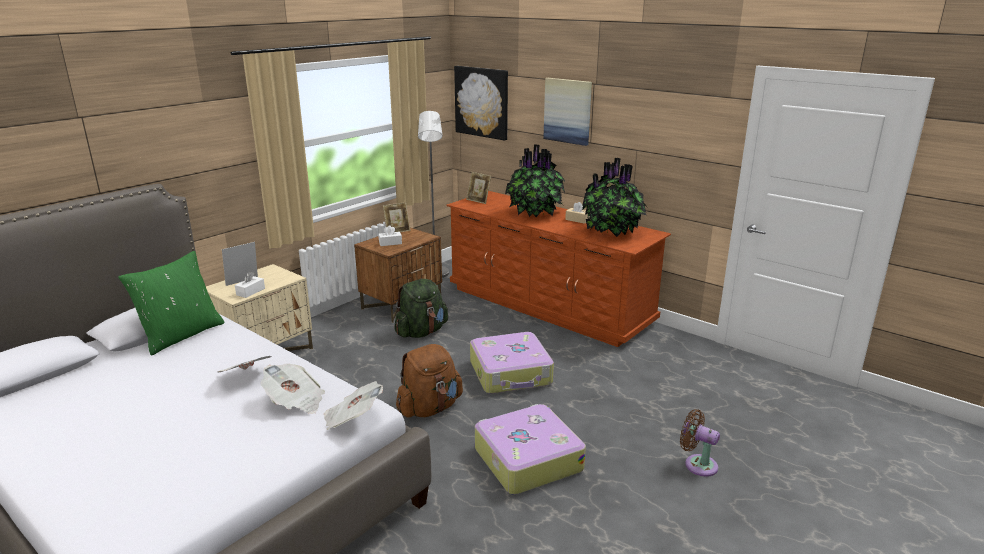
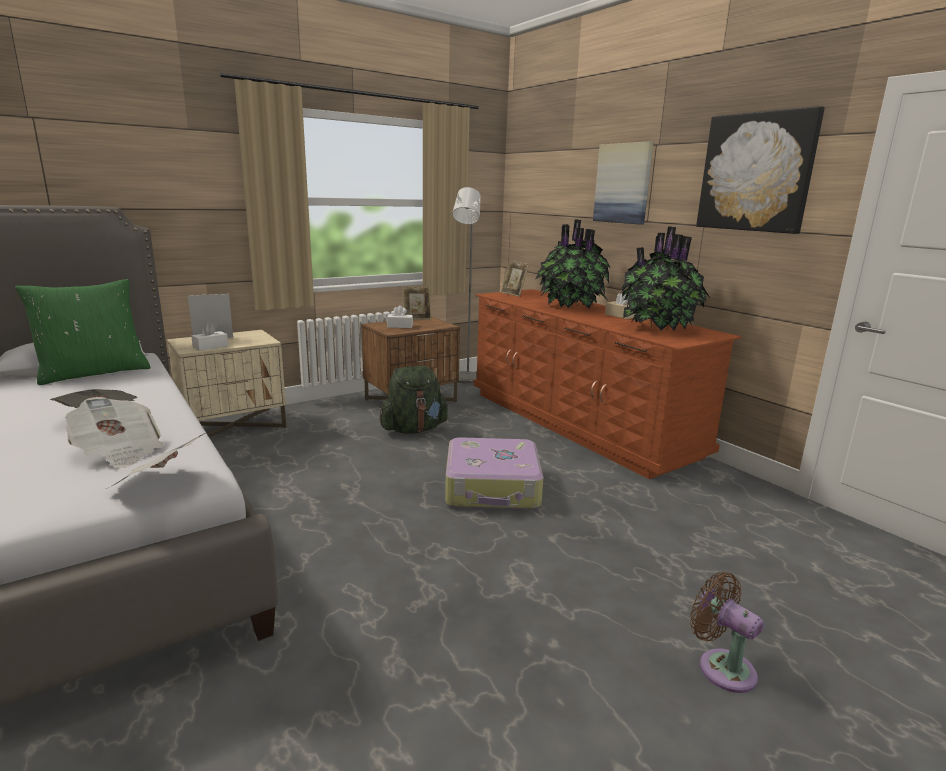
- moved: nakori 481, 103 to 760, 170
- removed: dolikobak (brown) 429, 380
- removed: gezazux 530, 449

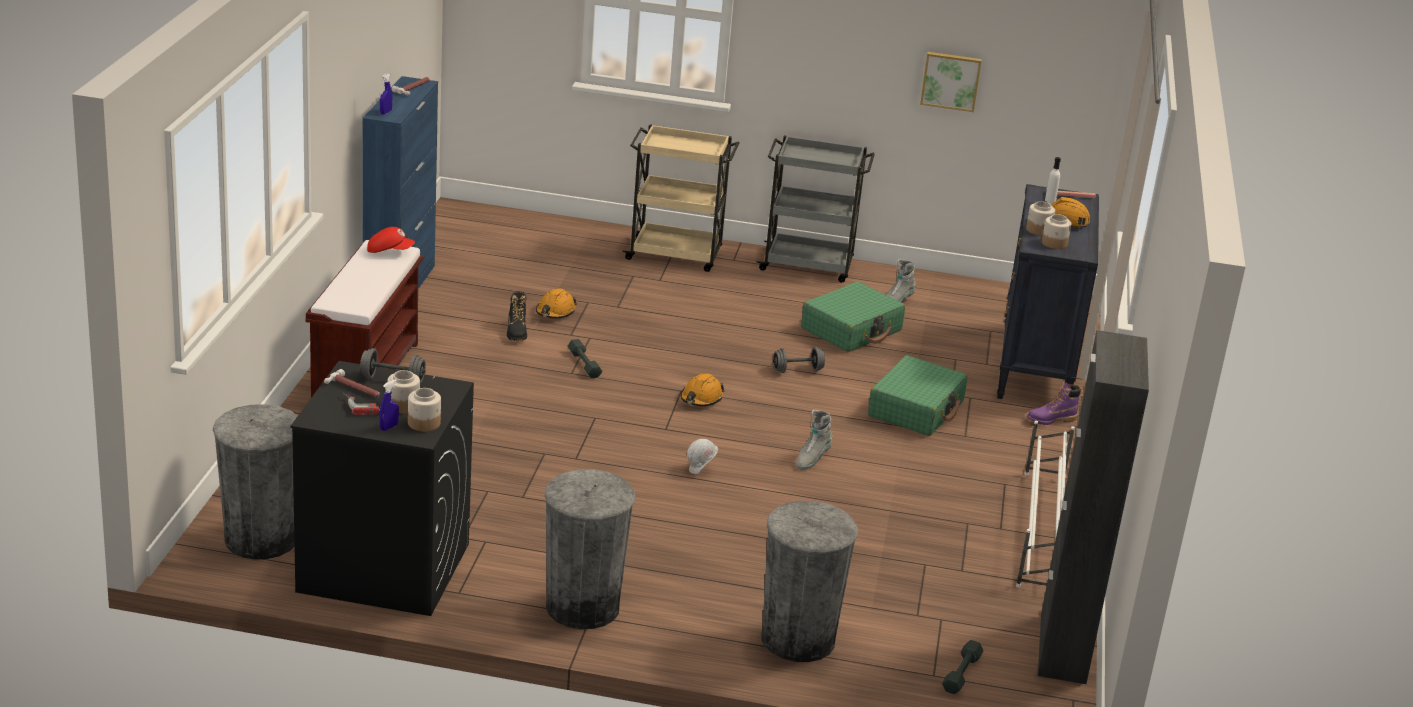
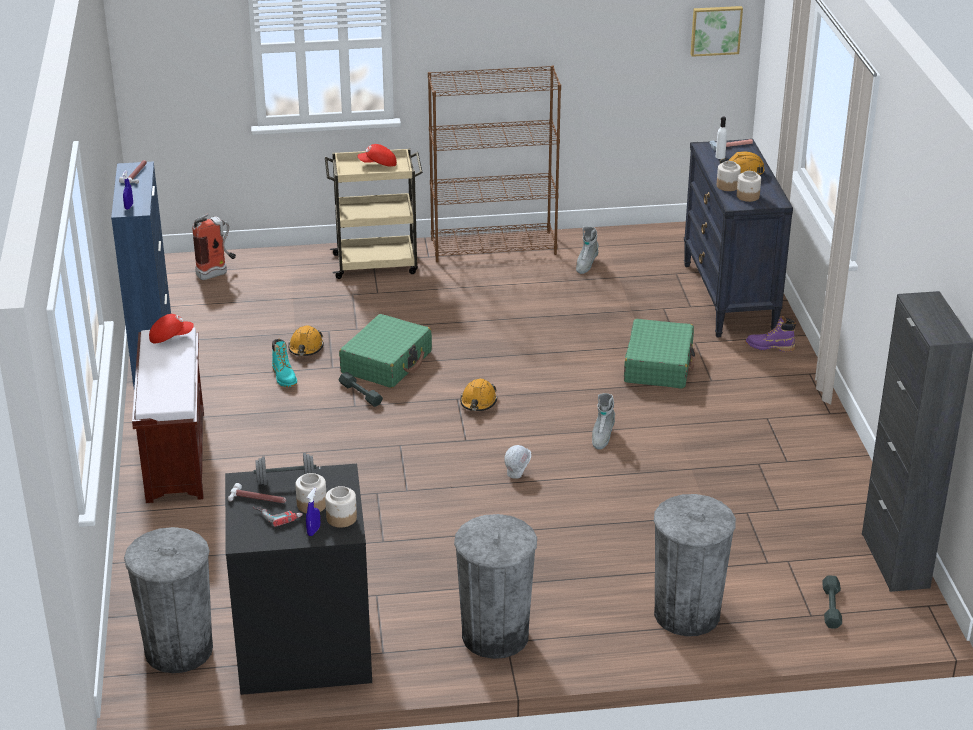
- moved: nakori 951, 82 to 717, 31
- replaced: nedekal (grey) 815, 209 to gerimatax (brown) 494, 163
- moved: gezazux (green) 853, 317 to 385, 351
- recoloured: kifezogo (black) 517, 316 to kifezogo (turquoise) 284, 363
- removed: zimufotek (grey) 799, 360
- turned: kifezogo (purple) 1054, 403 = 770, 334 45 degrees clockwise
- removed: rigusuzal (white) 1045, 504
- added: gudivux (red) 377, 155
- added: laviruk 214, 247

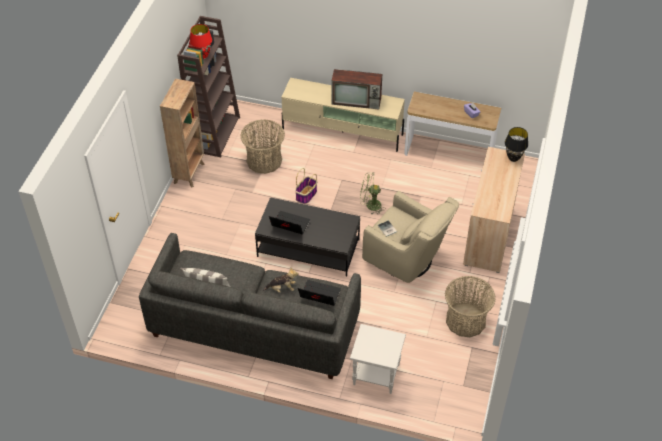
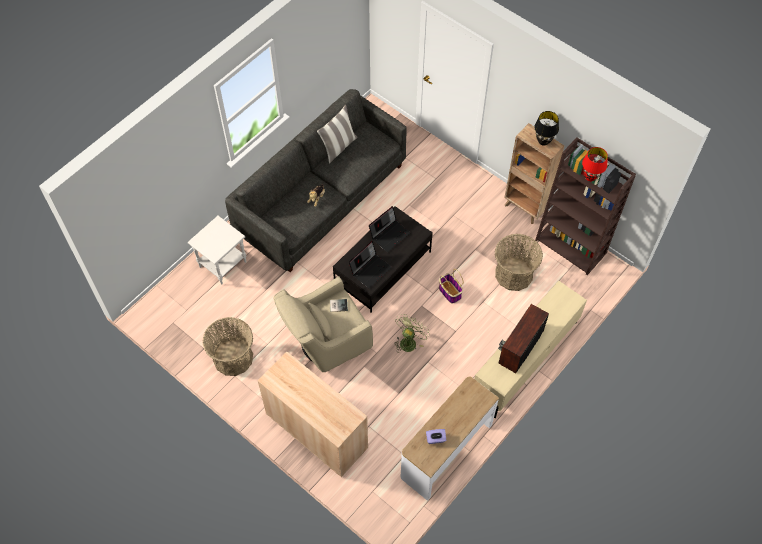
- moved: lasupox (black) 516, 144 to 546, 128
- moved: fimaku 319, 293 to 370, 264

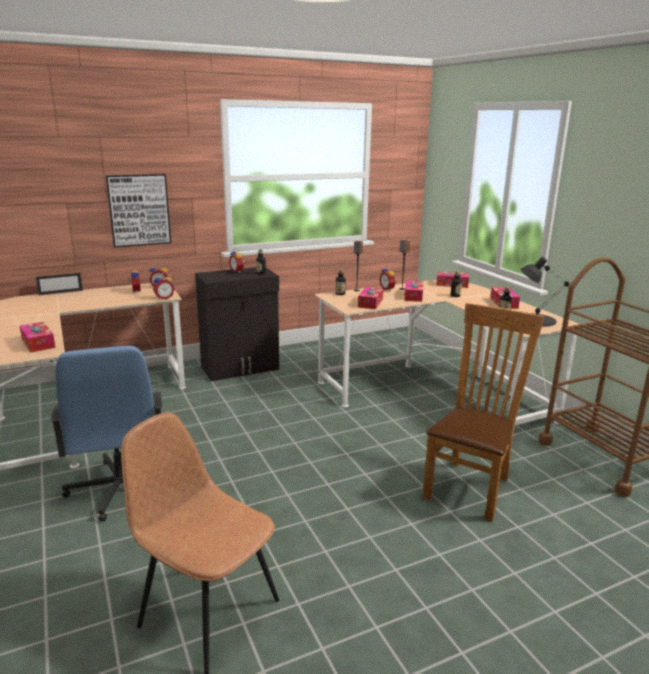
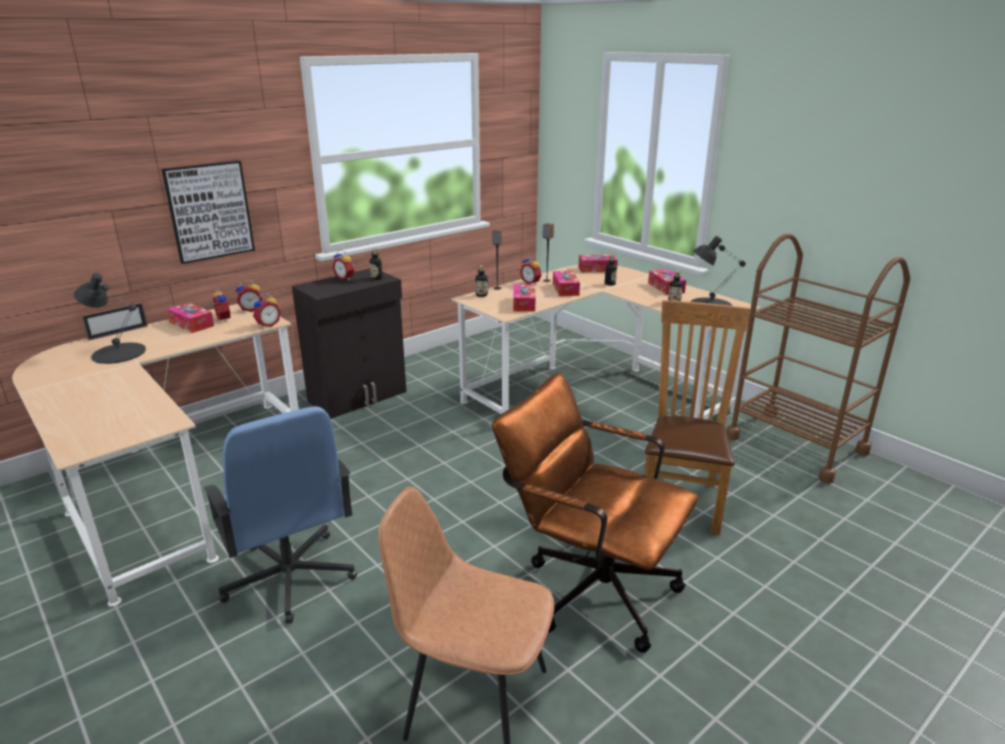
- moved: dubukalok 37, 337 to 190, 318
- added: lasupox (black) 110, 318
- added: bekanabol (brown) 595, 512

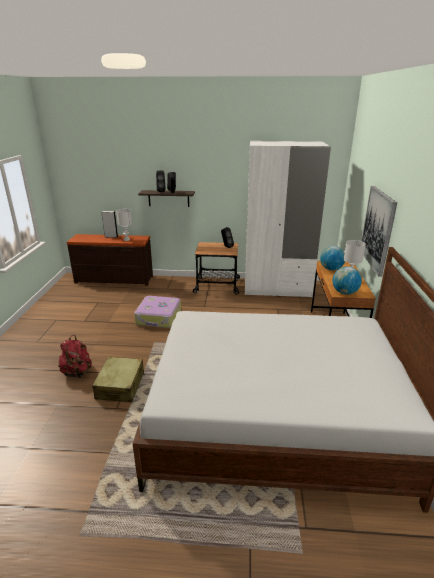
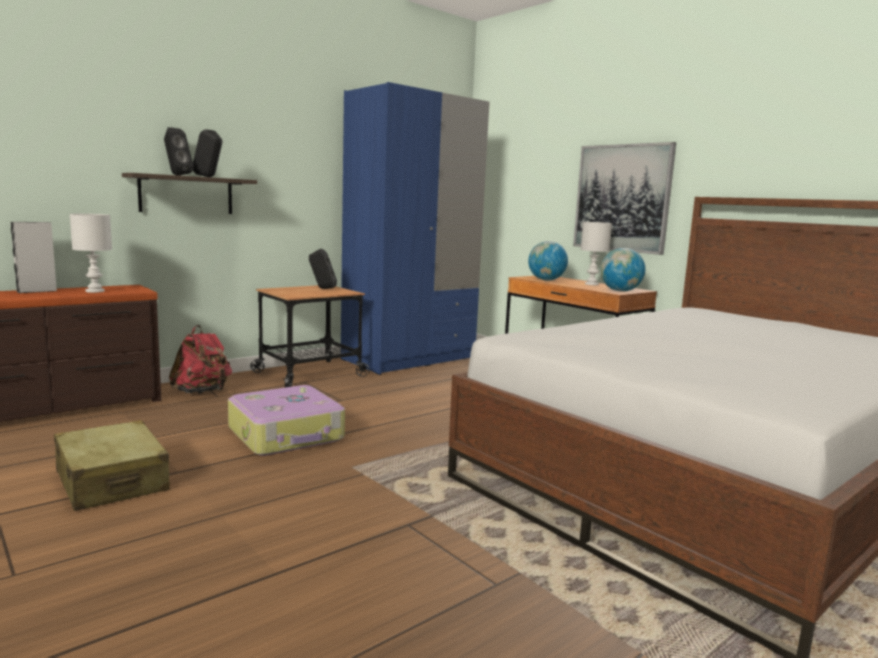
- recoloured: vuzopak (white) 288, 219 to vuzopak (blue) 415, 228
- moved: dolikobak (red) 75, 356 to 200, 359
- moved: gezazux (beige) 118, 379 to 112, 465

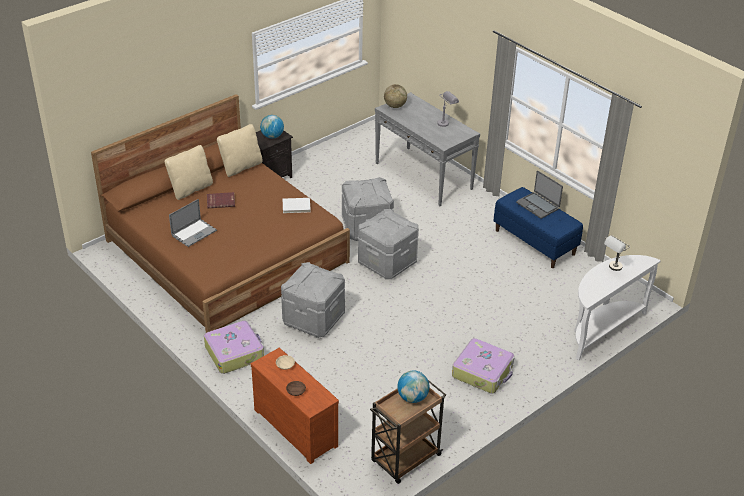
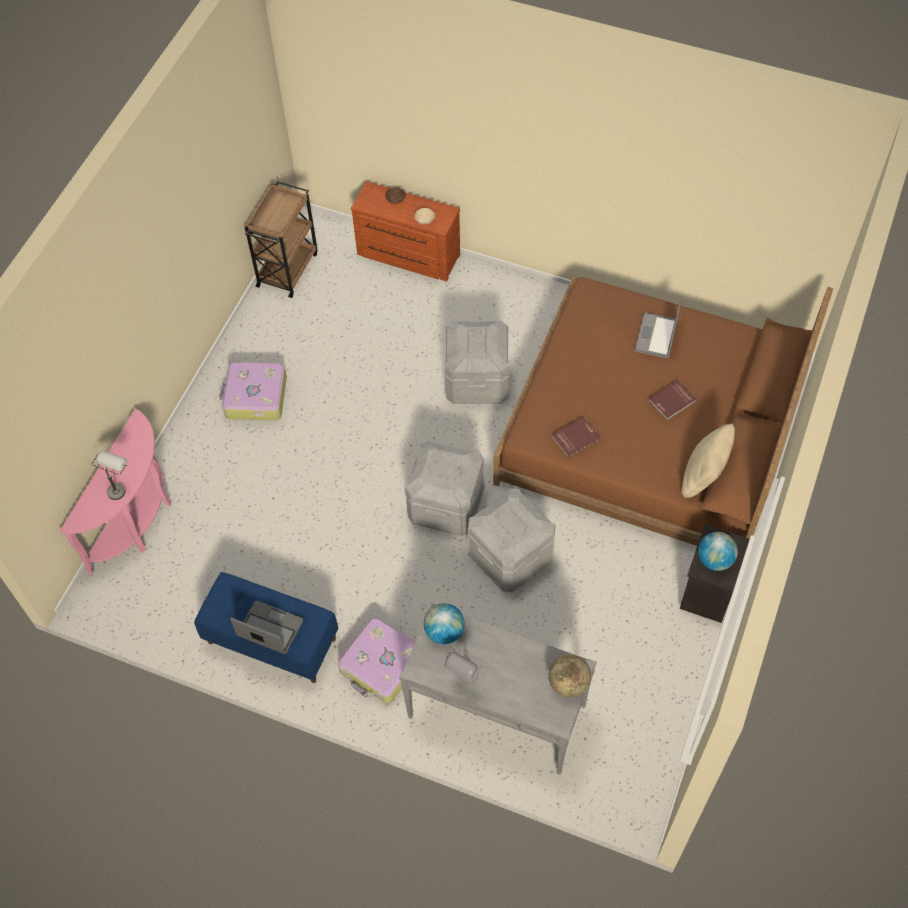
- removed: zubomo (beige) 189, 172
- recoloured: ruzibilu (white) 297, 205 to ruzibilu (red) 576, 437
- recoloured: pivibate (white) 617, 307 to pivibate (pink) 115, 491
- moved: gezazux 234, 347 to 377, 660
- moved: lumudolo 413, 387 to 444, 623

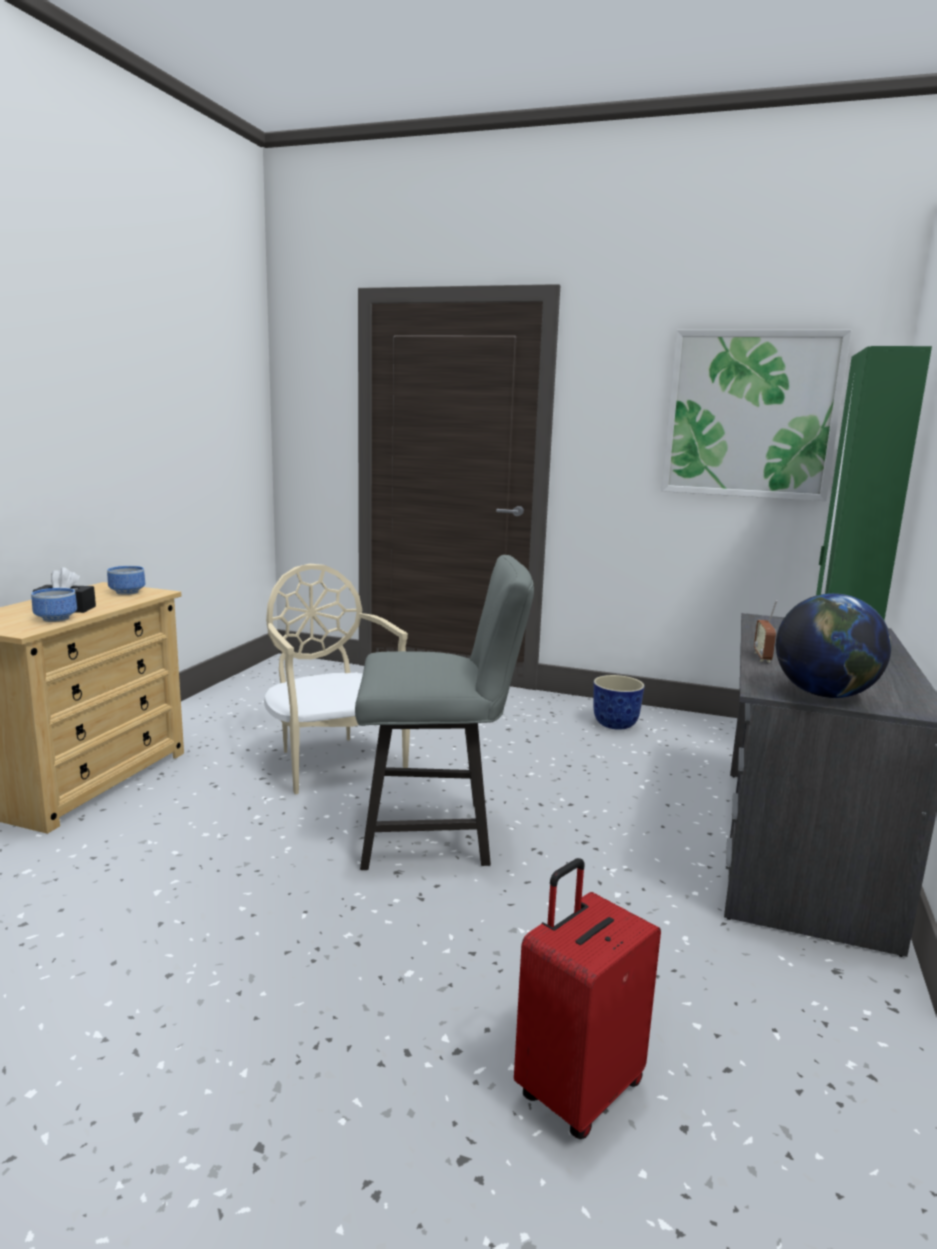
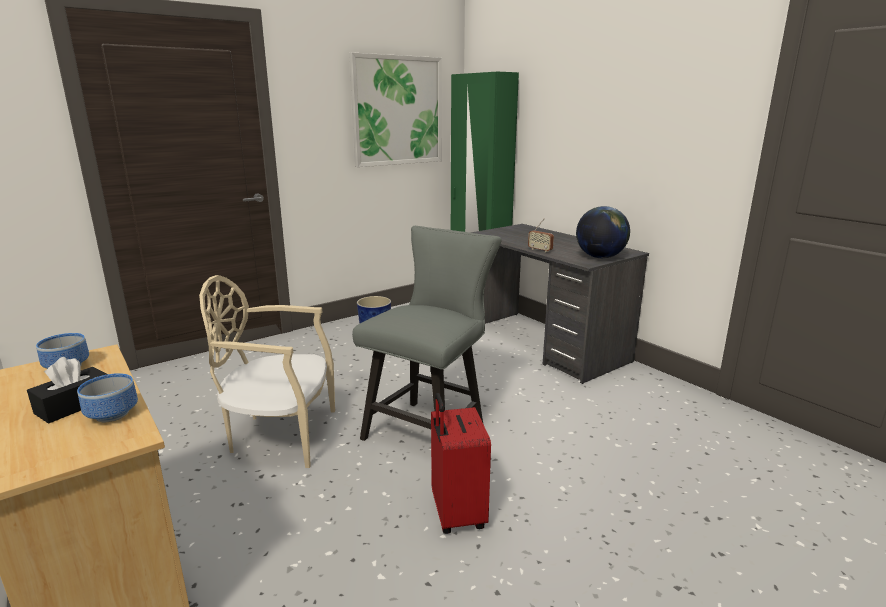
- moved: gezazux (red) 587, 998 to 461, 463

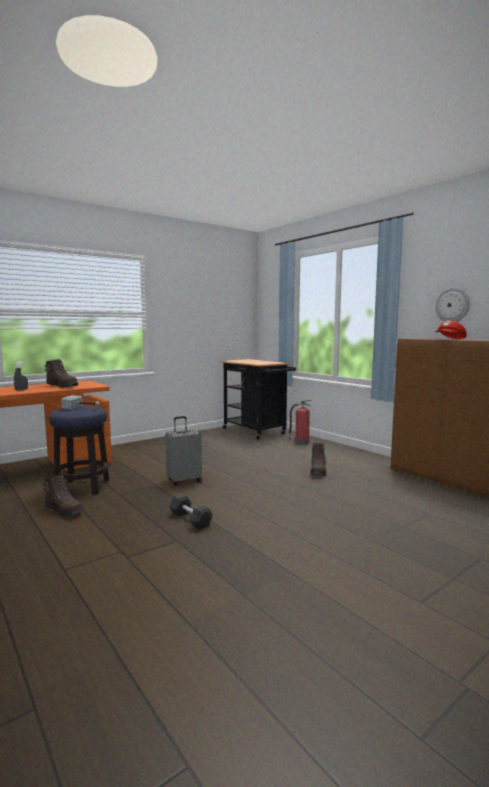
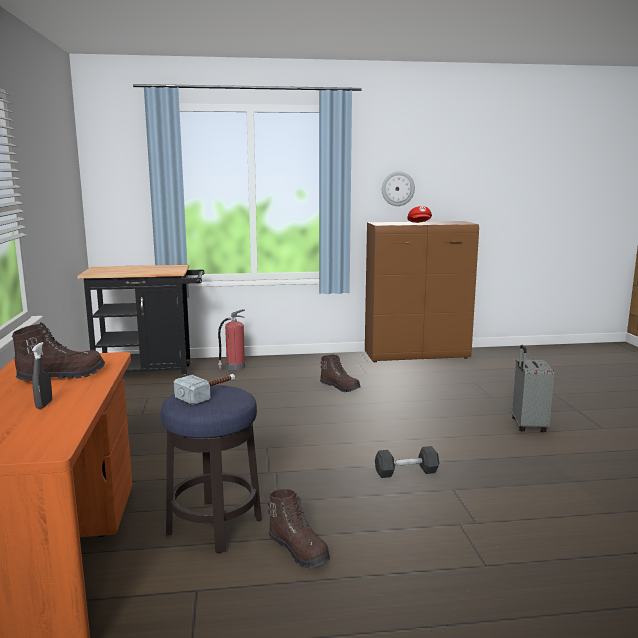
- moved: gezazux (grey) 183, 451 to 533, 388
- turned: kifezogo (brown) 63, 496 = 298, 528 75 degrees clockwise

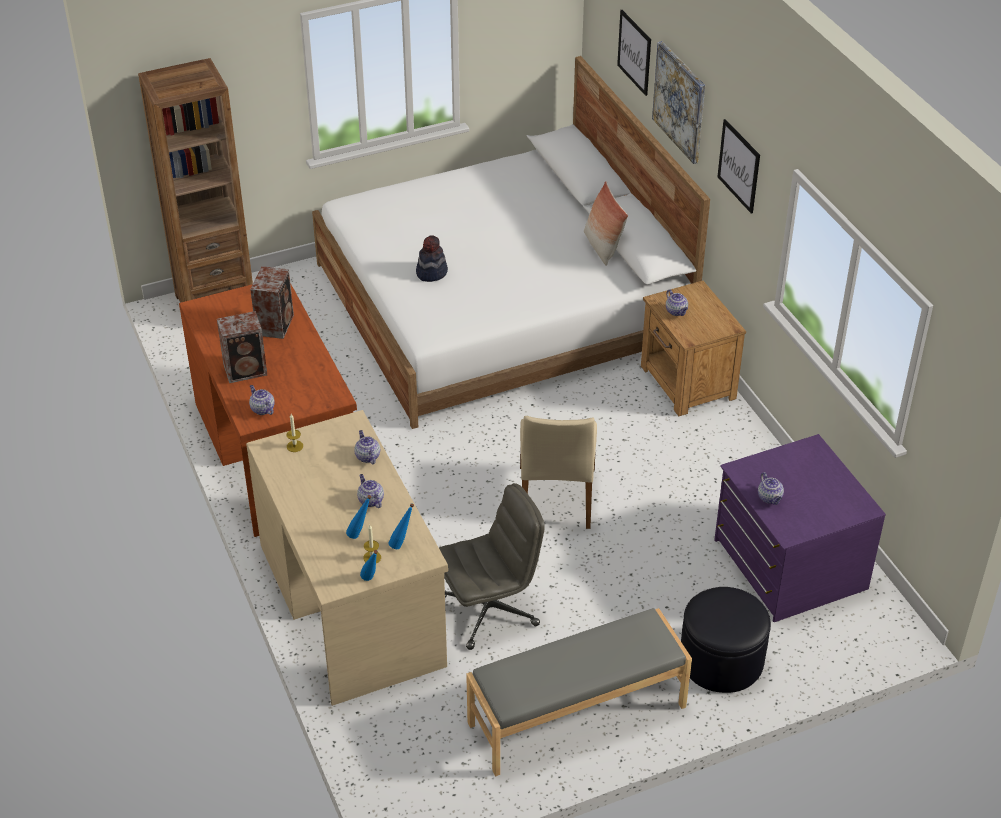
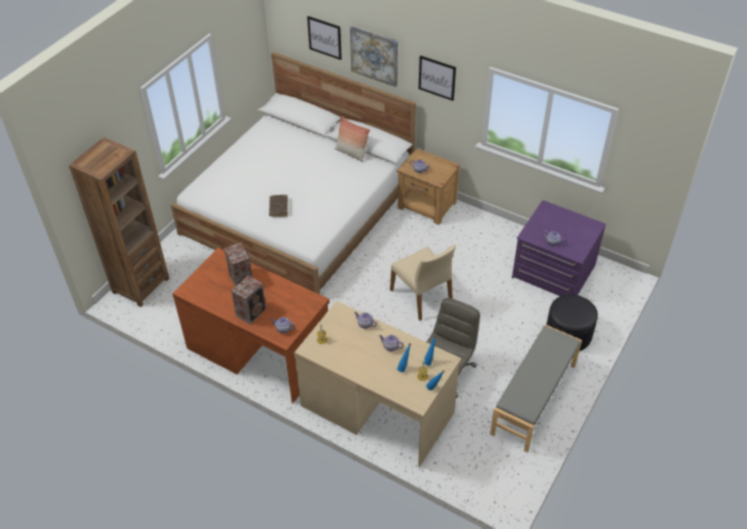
- replaced: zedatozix 432, 259 to ruzibilu (brown) 278, 206

